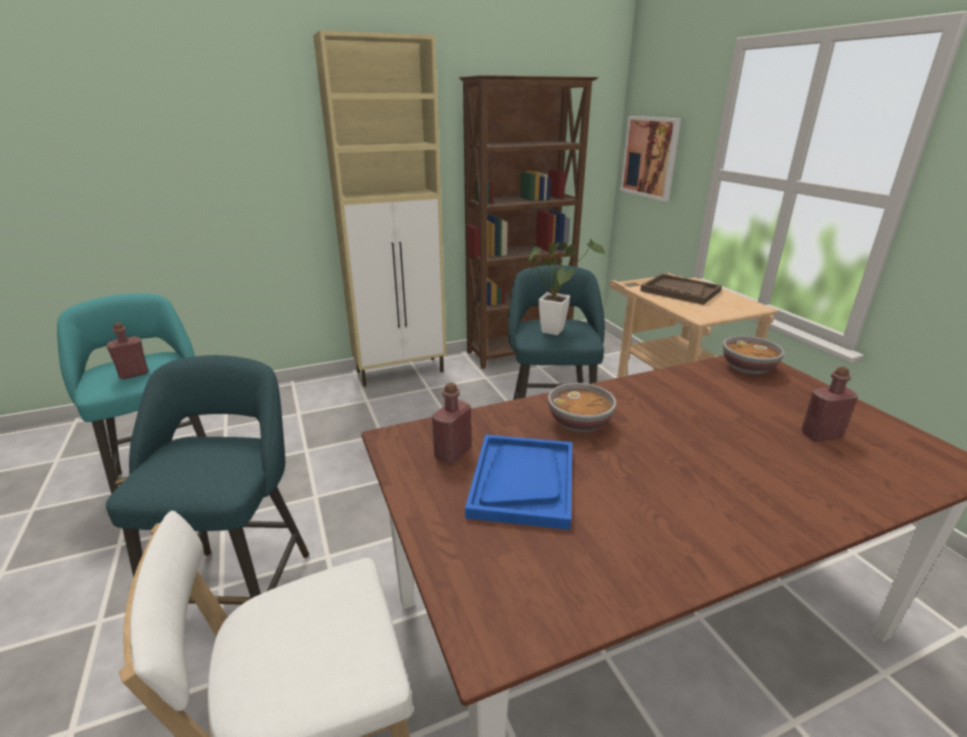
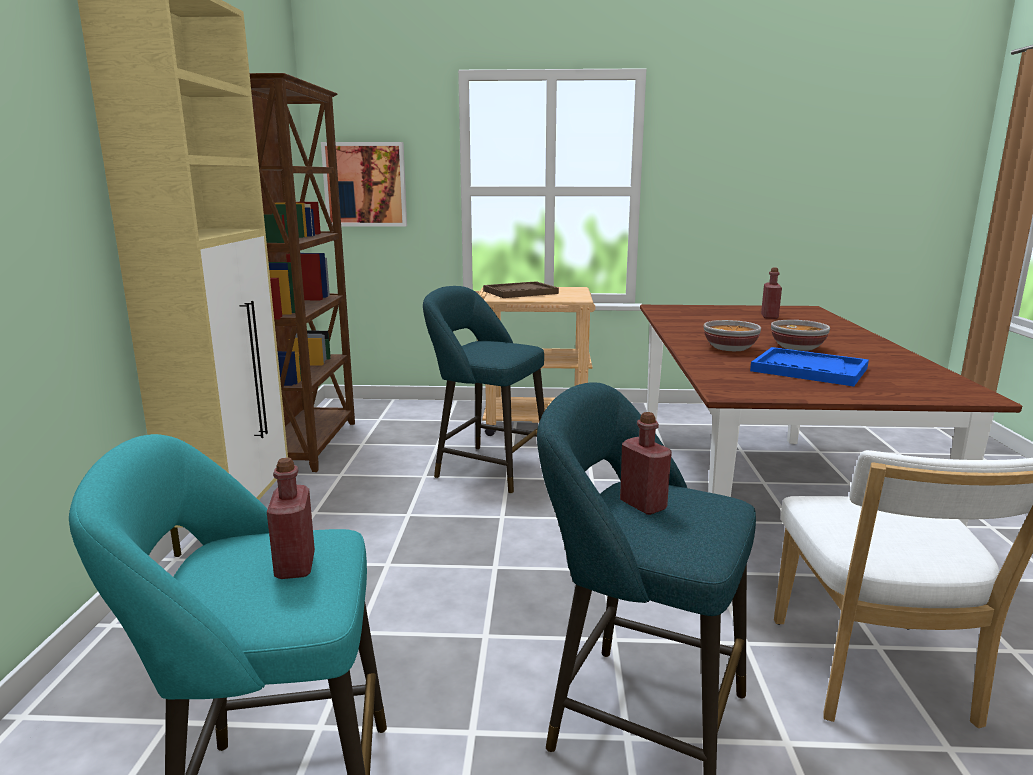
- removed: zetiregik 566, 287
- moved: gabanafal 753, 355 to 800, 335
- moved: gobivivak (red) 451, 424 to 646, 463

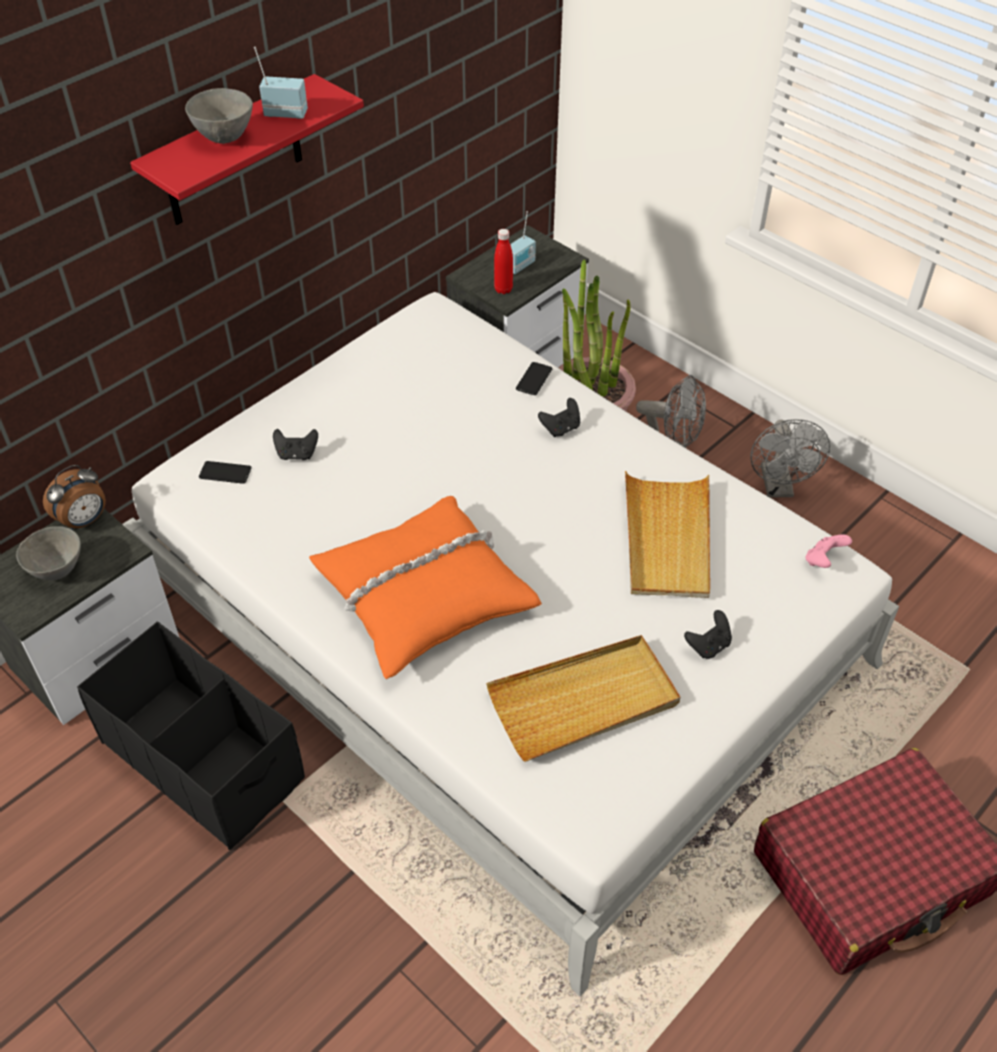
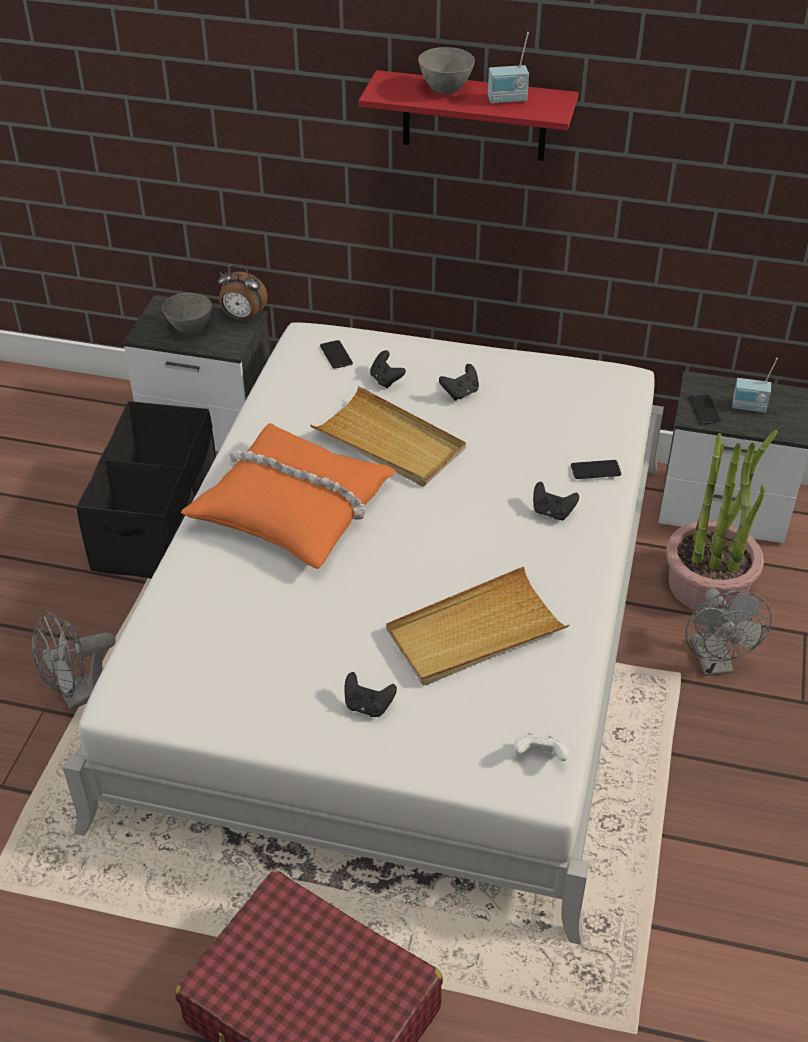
- turned: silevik 281, 83 = 508, 68 105 degrees clockwise
- replaced: gobivivak (red) 503, 261 to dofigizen 705, 409
- moved: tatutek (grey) 790, 458 to 73, 661
- recoloured: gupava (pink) 828, 551 to gupava (white) 541, 746
- moved: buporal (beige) 583, 698 to 388, 436
- added: gupava (black) 459, 382

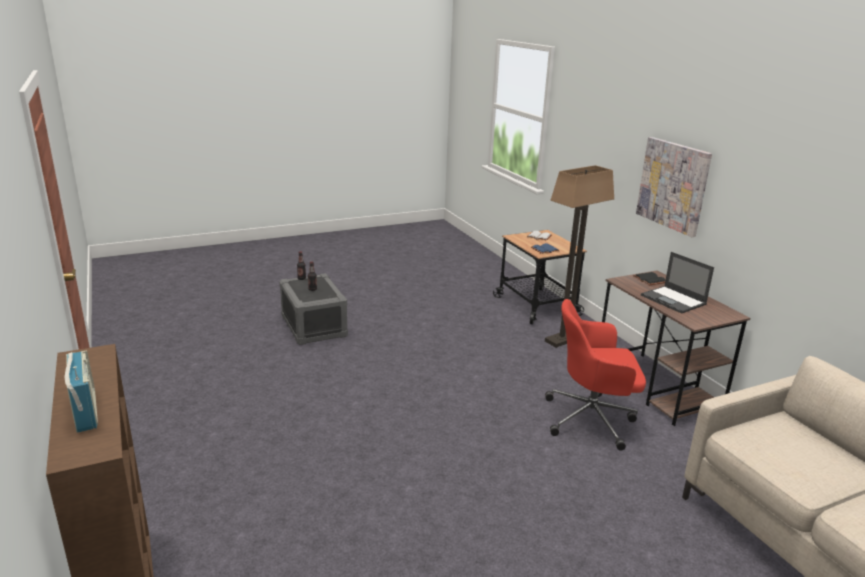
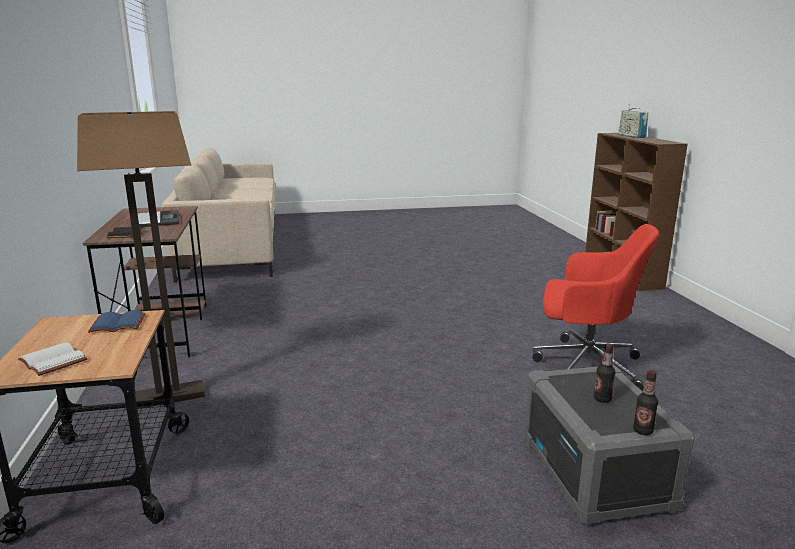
- removed: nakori 674, 187
- moved: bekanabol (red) 595, 375 to 596, 307

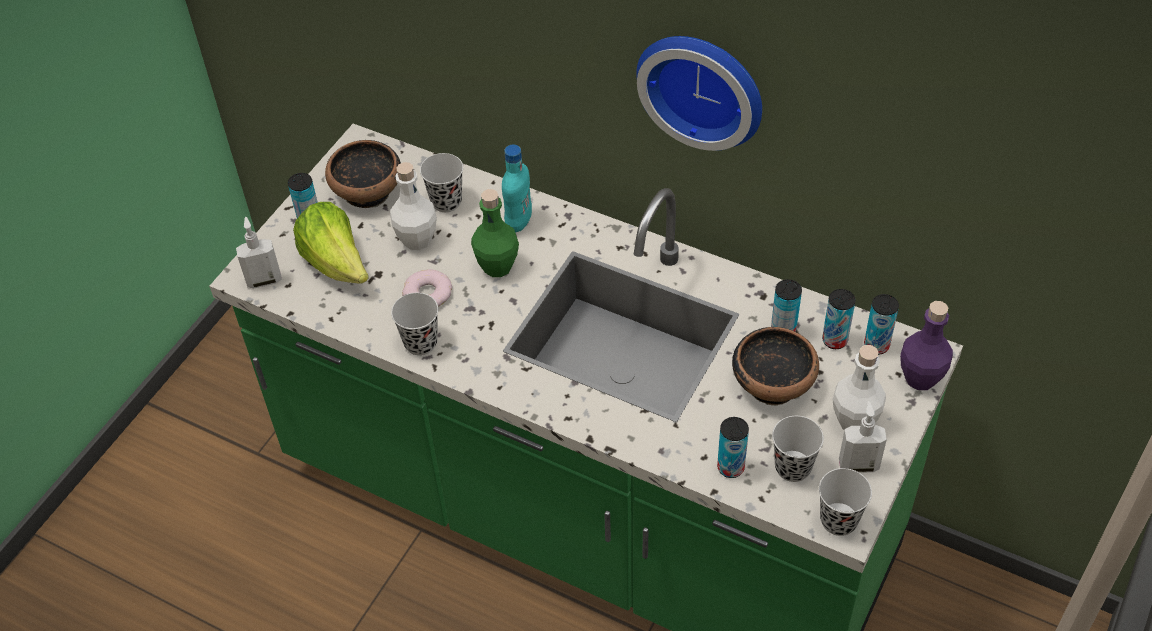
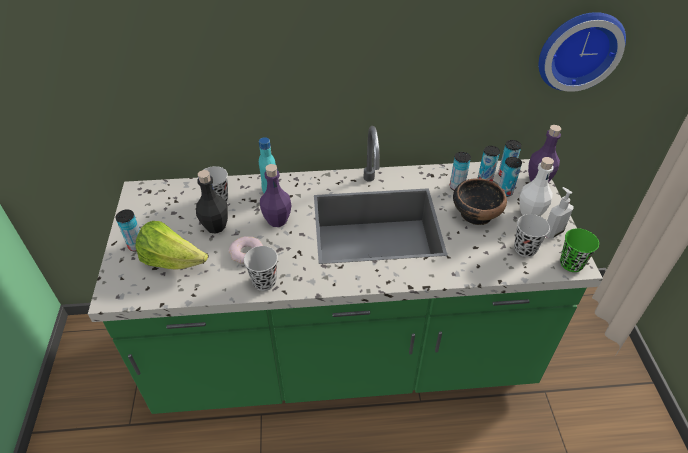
- moved: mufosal 699, 93 to 582, 52
- removed: gabanafal 363, 174
- recoloured: gobivivak (white) 413, 206 to gobivivak (black) 212, 202
- recoloured: gobivivak (green) 495, 233 to gobivivak (purple) 275, 195
- removed: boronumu 259, 252
- moved: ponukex 733, 447 to 510, 177
- recoloured: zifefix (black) 845, 502 to zifefix (green) 579, 250

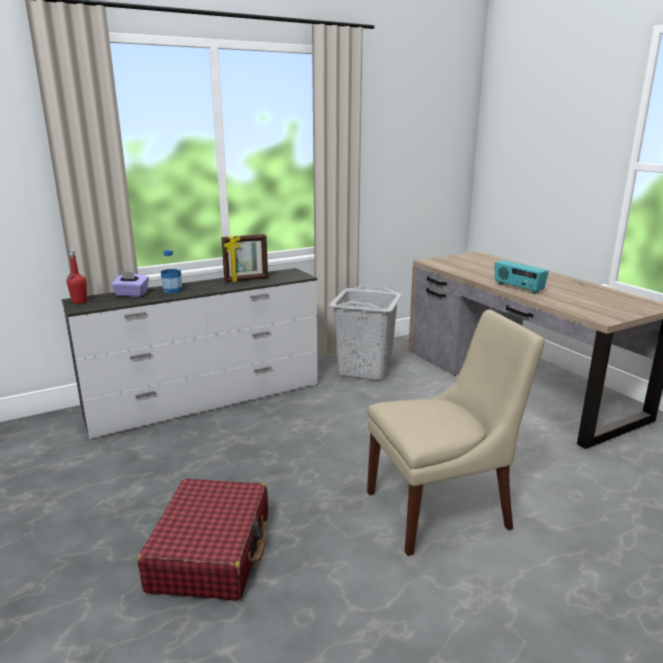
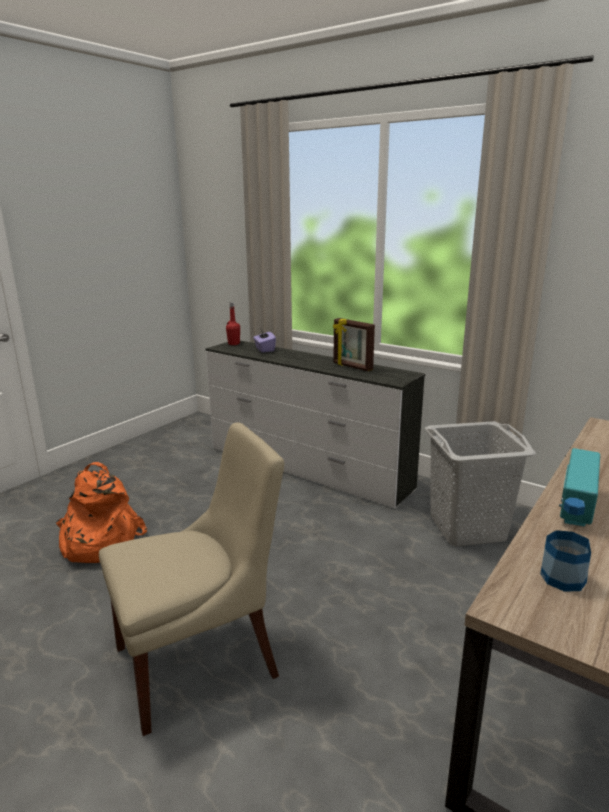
- moved: gobivivak 171, 271 to 565, 545
- turned: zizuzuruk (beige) 456, 433 = 191, 579 75 degrees counterclockwise
- replaced: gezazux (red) 203, 539 to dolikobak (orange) 101, 512

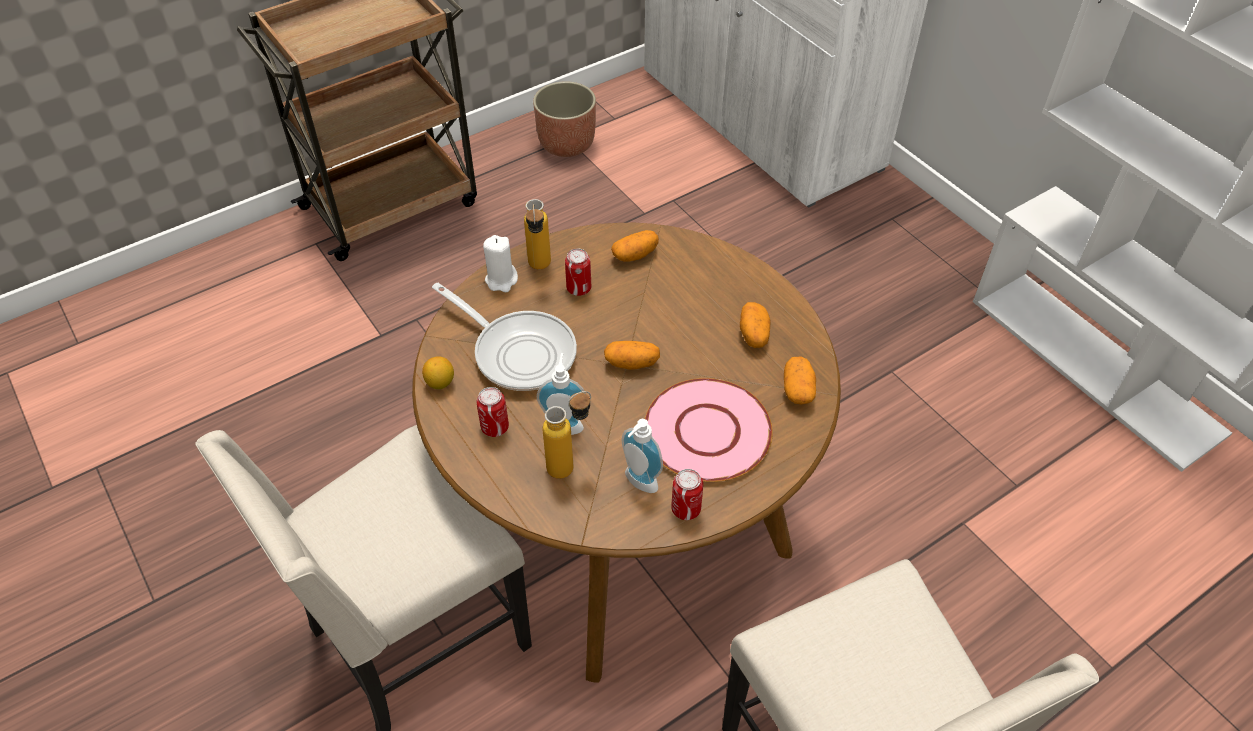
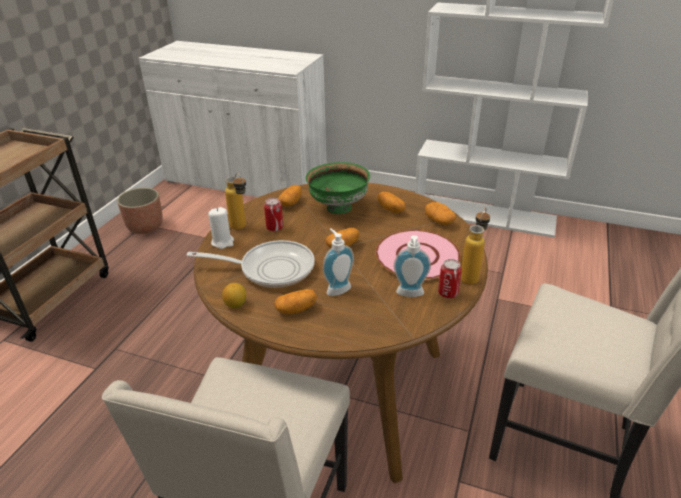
- replaced: ponukex 493, 412 to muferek 296, 301
- moved: gobivivak 567, 435 to 475, 246
- added: gabanafal (green) 337, 188

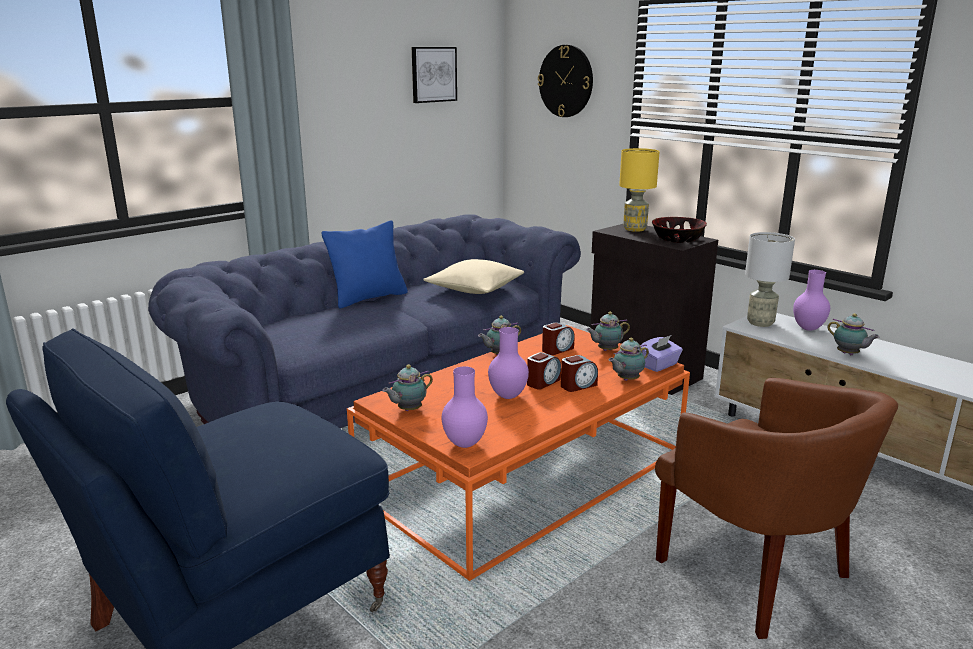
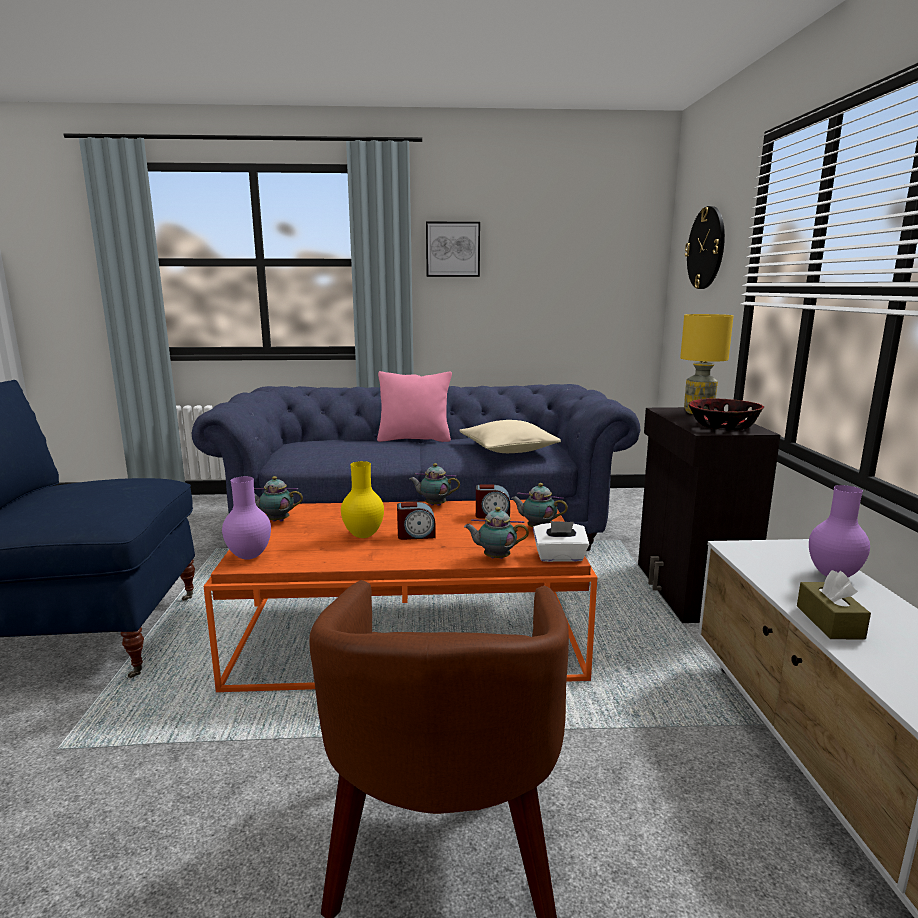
- moved: nakori 434, 75 to 453, 249
- recoloured: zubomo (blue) 365, 264 to zubomo (pink) 414, 406
- removed: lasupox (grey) 770, 279
- replaced: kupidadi 853, 334 to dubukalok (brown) 834, 605
- recoloured: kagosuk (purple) 508, 363 to kagosuk (yellow) 362, 499
- recoloured: dubukalok (purple) 660, 353 to dubukalok (white) 561, 541
- removed: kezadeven 579, 373

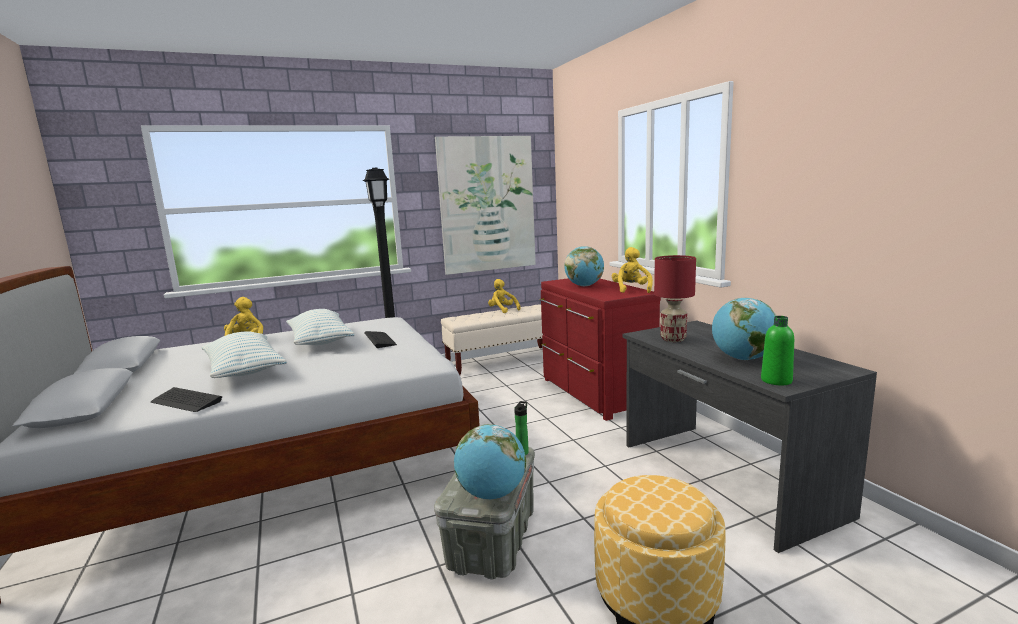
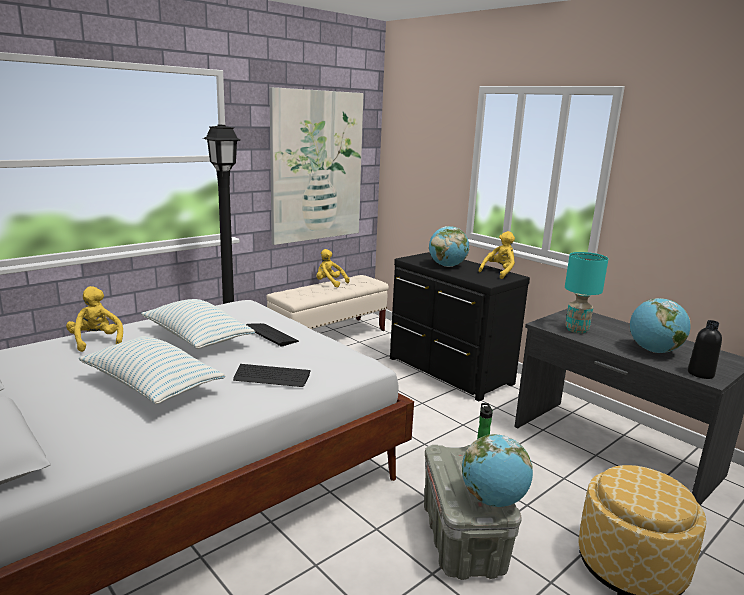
- turned: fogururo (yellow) 632, 270 = 496, 255 60 degrees clockwise
- recoloured: lasupox (red) 675, 298 to lasupox (turquoise) 586, 292
- recoloured: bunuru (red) 600, 349 to bunuru (black) 460, 327
- recoloured: gobivivak (green) 777, 350 to gobivivak (black) 705, 349
- moved: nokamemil 187, 399 to 272, 375

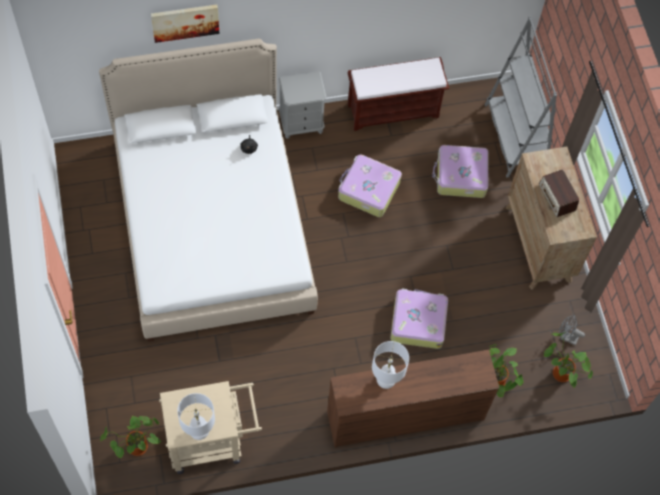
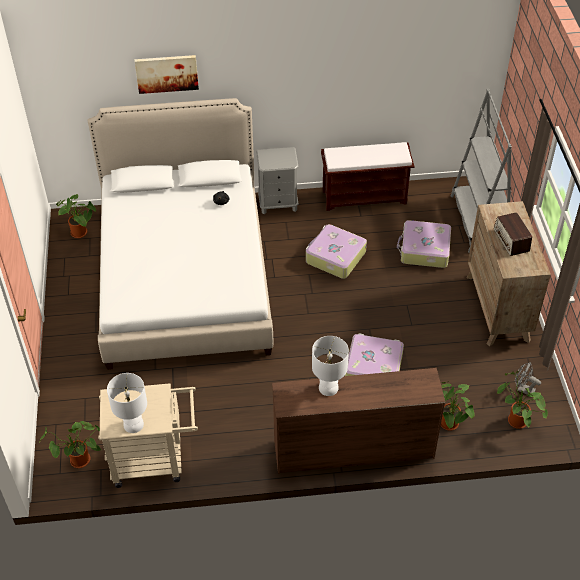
- added: zetiregik 76, 216

